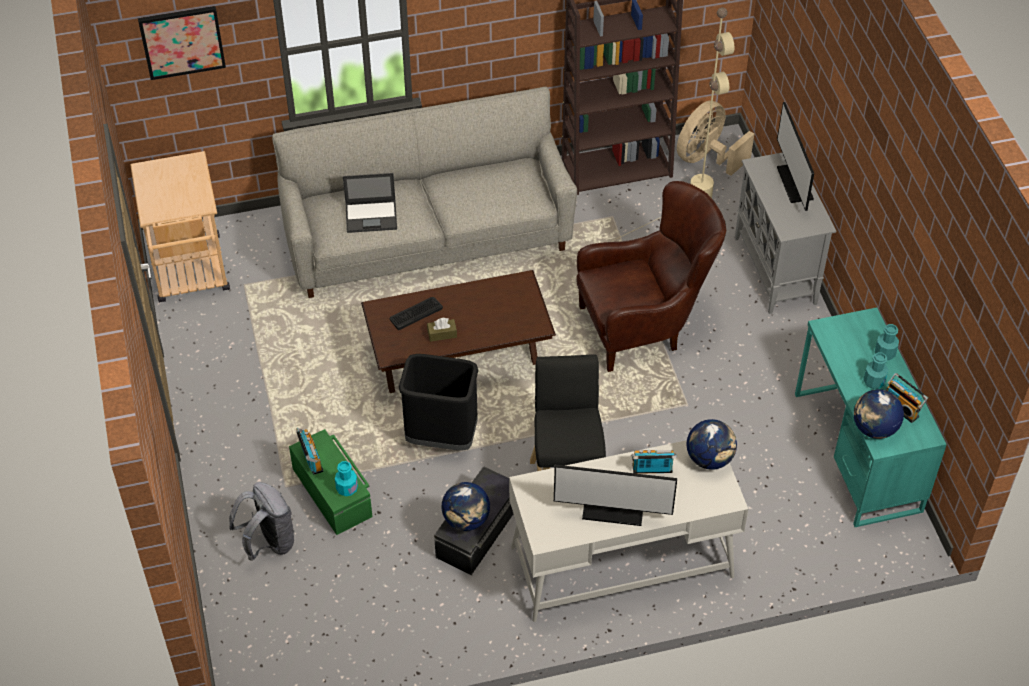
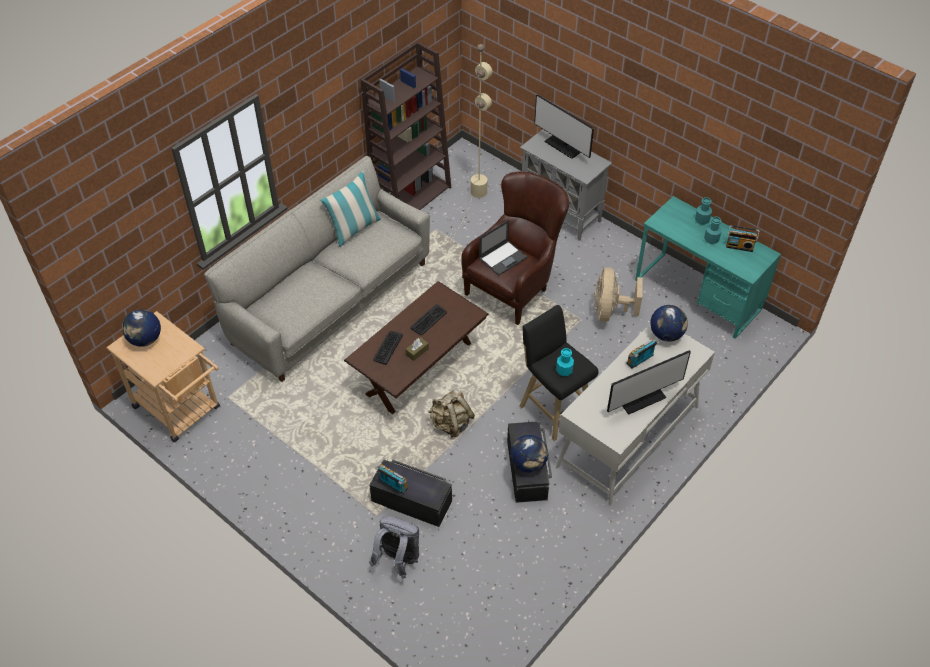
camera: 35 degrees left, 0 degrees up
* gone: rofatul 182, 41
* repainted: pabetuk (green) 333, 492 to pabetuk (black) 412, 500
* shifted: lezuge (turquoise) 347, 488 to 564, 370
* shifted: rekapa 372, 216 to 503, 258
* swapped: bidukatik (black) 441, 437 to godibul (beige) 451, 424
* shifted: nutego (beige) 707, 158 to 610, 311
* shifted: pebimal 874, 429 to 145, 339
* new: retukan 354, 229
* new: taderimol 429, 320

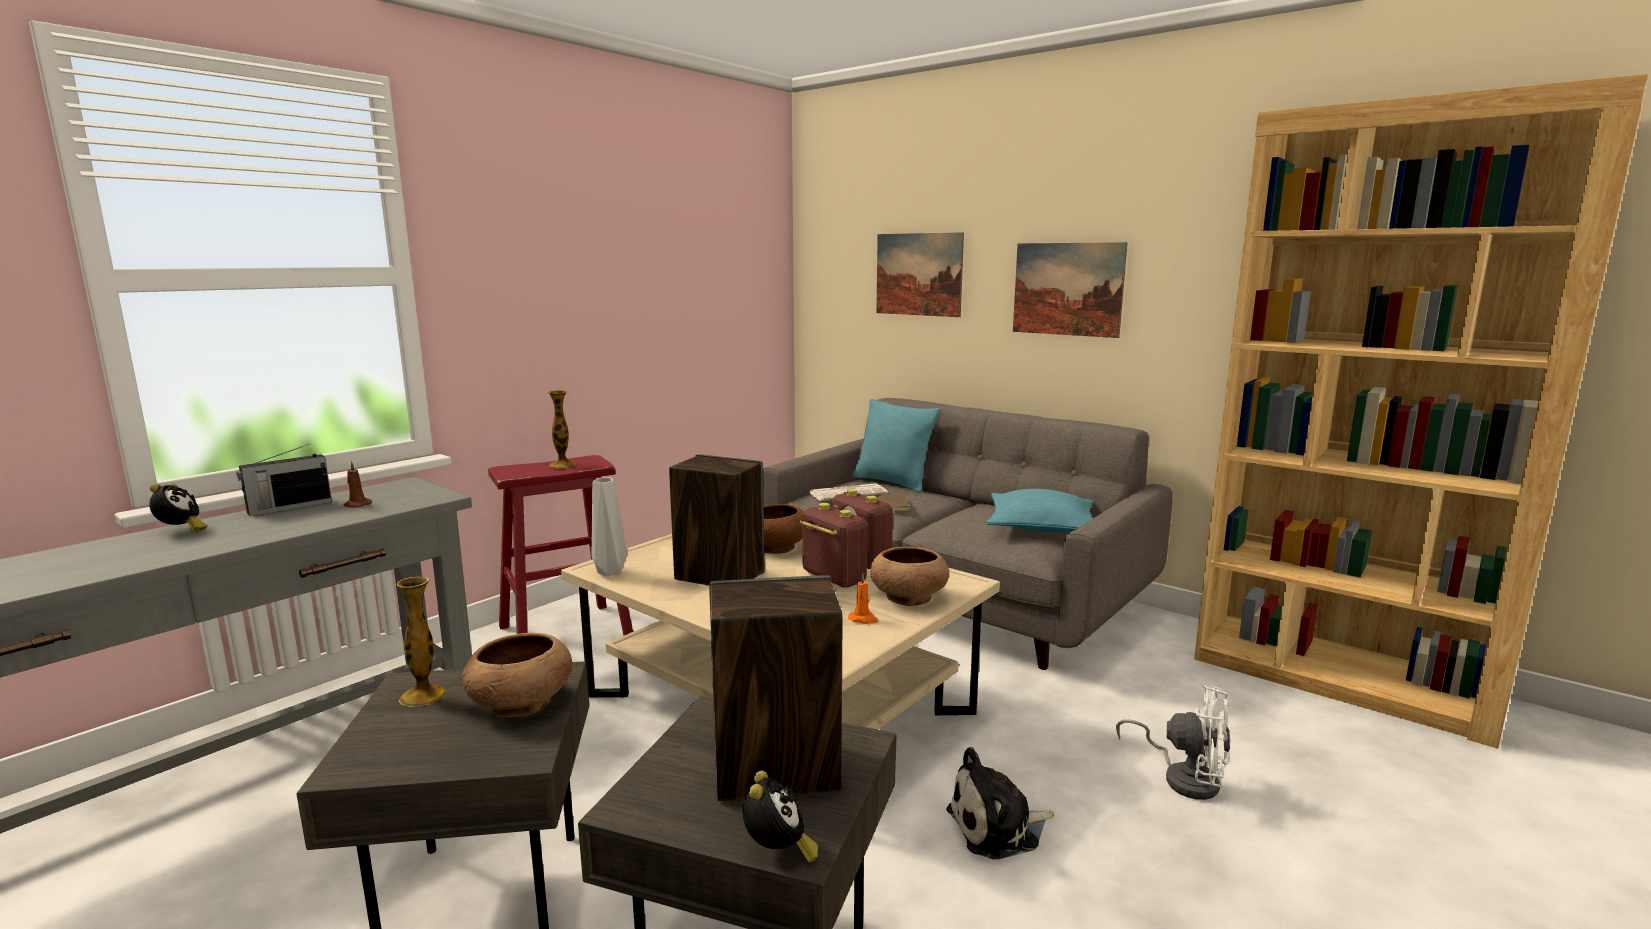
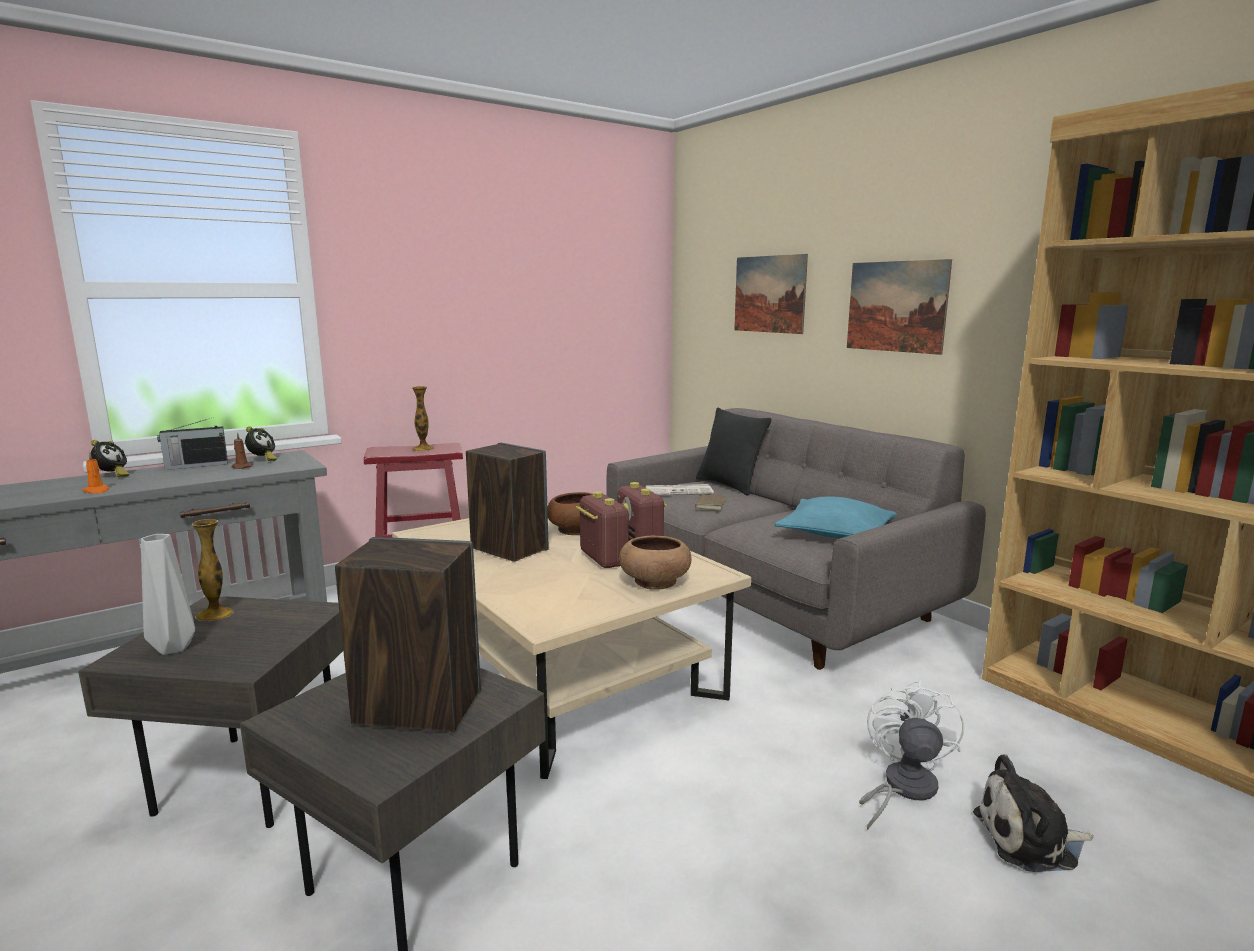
camera: 15 degrees right, 0 degrees up
* gone: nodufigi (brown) 520, 703
* shifted: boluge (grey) 608, 572 to 171, 649
* shifted: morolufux 778, 852 to 262, 460
* shifted: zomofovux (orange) 863, 619 to 97, 491
* repainted: retukan (turquoise) 893, 482 to retukan (black) 729, 485
* shifted: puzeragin 998, 828 to 1030, 840
* rotated: nutego (white) 1184, 777 = 902, 789 120 degrees counterclockwise

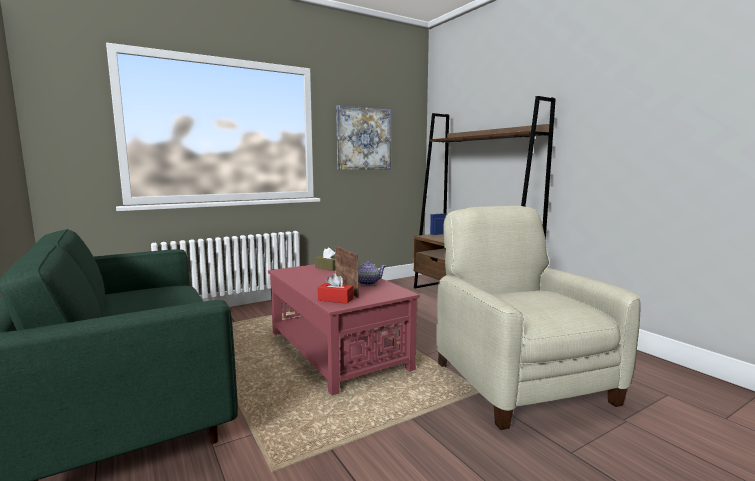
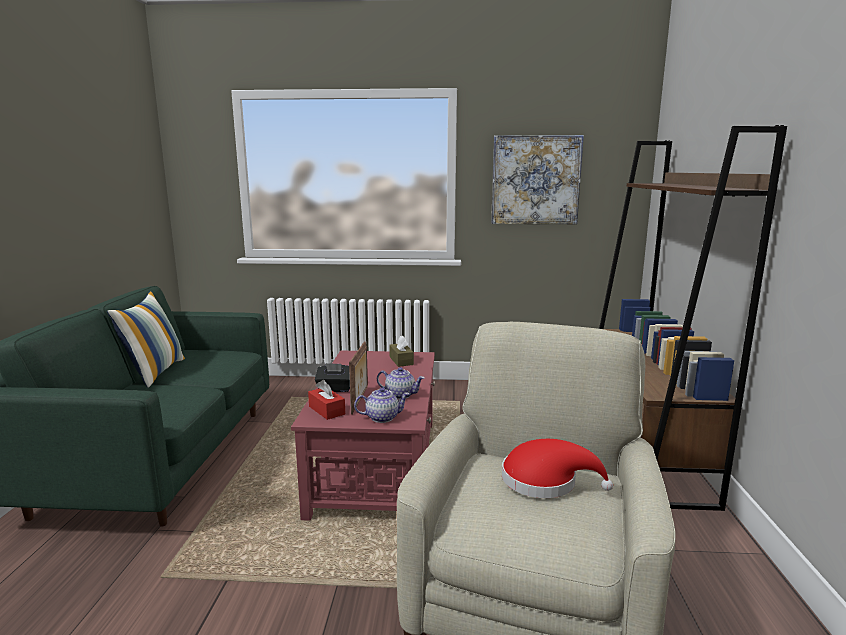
camera: 35 degrees right, 5 degrees up
* new: retukan 154, 372
* new: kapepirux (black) 335, 389
* new: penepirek 382, 417
* new: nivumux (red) 545, 481

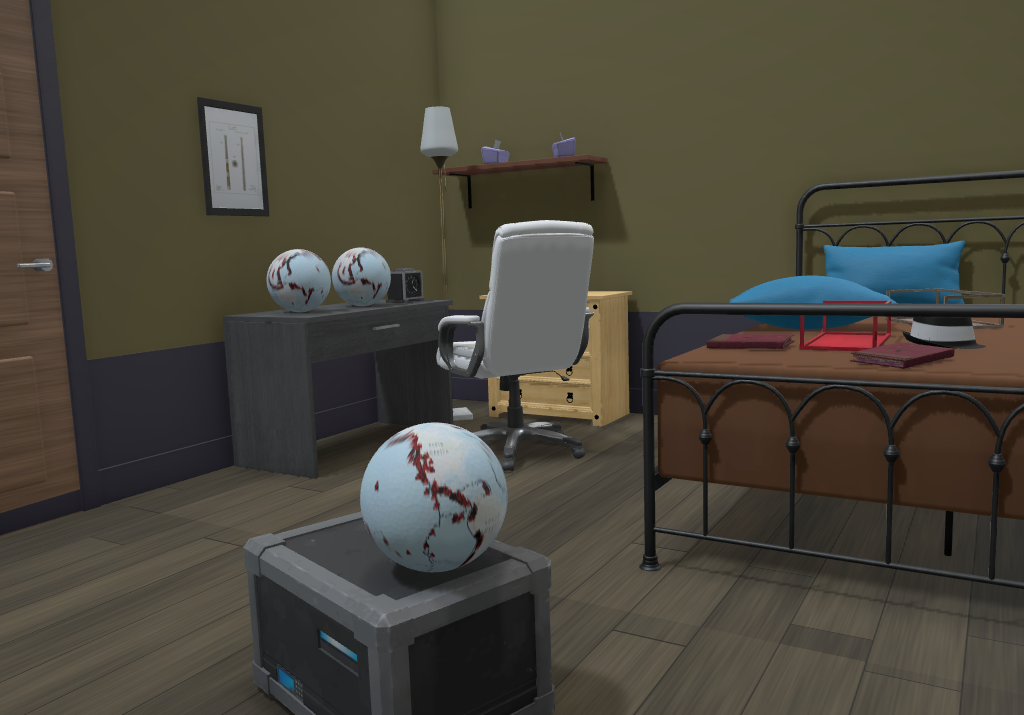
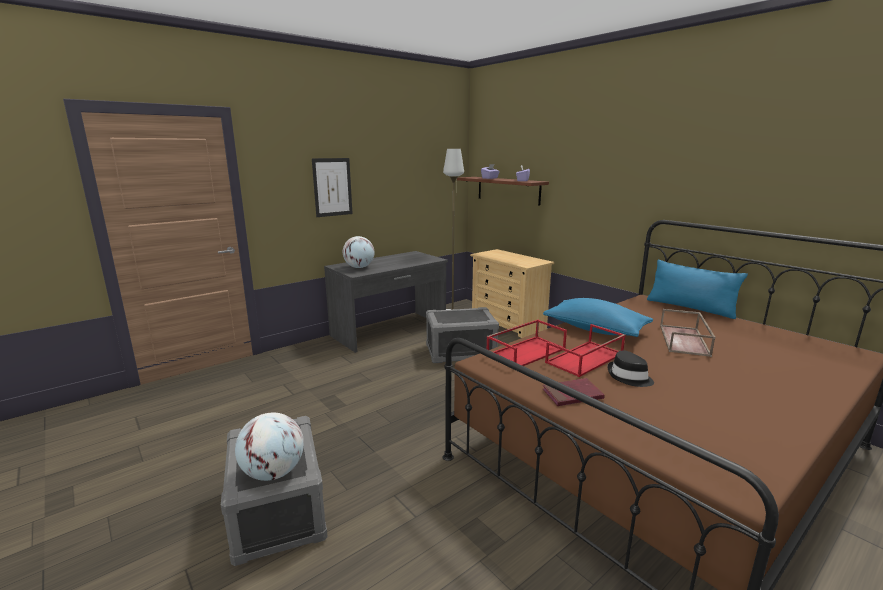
camera: 20 degrees right, 10 degrees up
* gone: pebimal 363, 306
* gone: morolufux 405, 301
* swapped: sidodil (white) 517, 453 to pabetuk (grey) 460, 352
* swapped: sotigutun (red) 750, 346 to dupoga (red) 526, 352

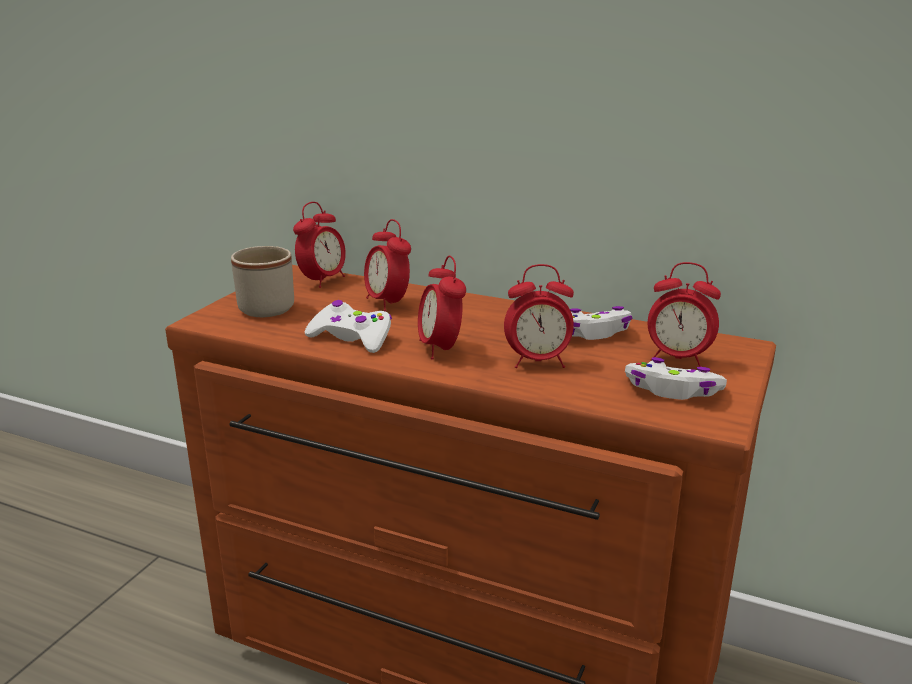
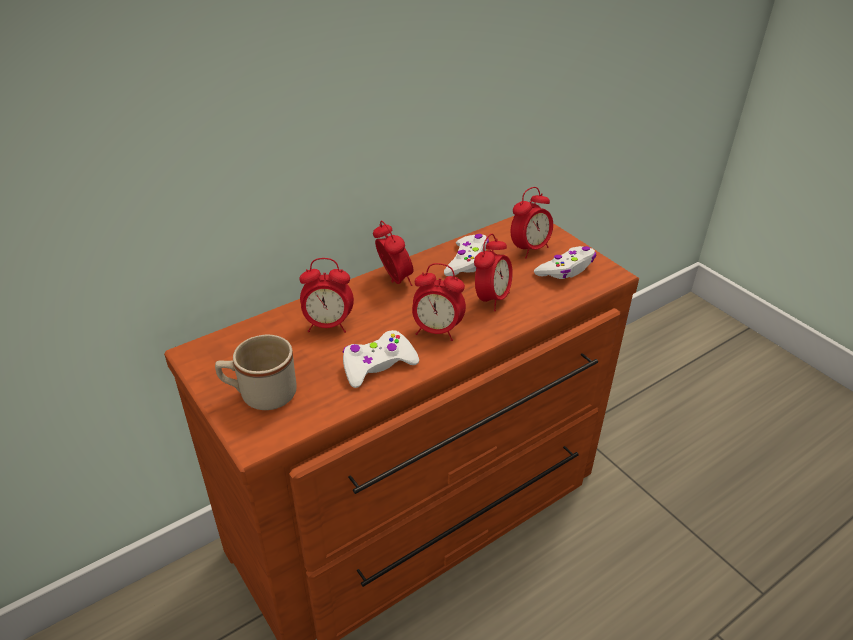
camera: 60 degrees left, 15 degrees up
* shifted: morolufux 322, 281 to 394, 280

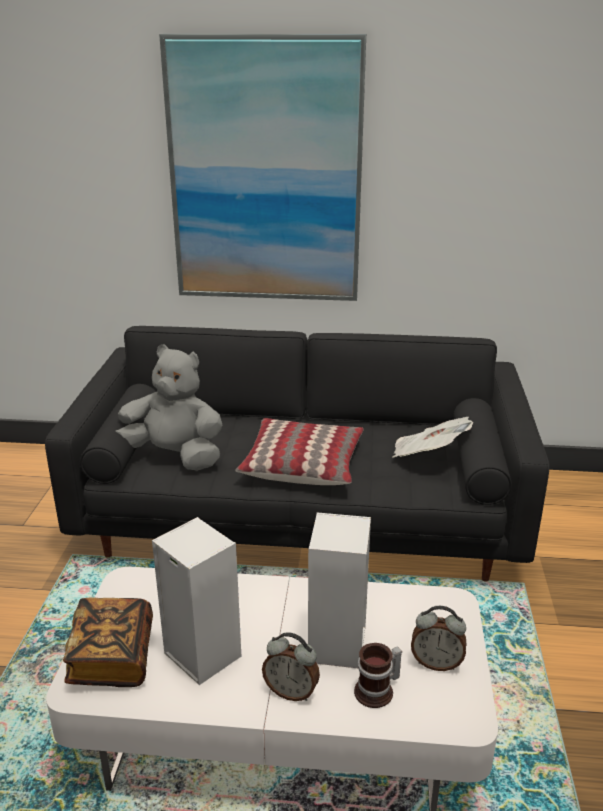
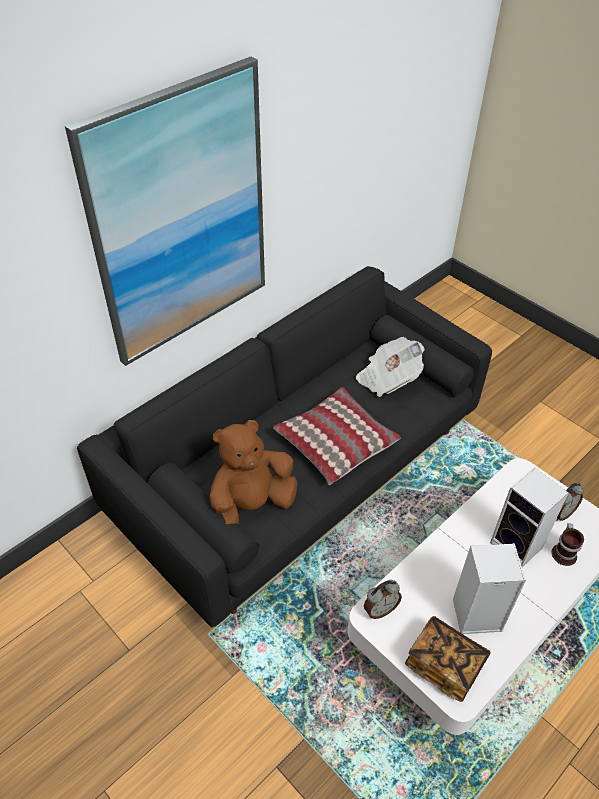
camera: 50 degrees left, 20 degrees up
* repainted: puzeragin (grey) 173, 456 to puzeragin (brown) 250, 505
* shifted: morolufux 291, 691 to 380, 609

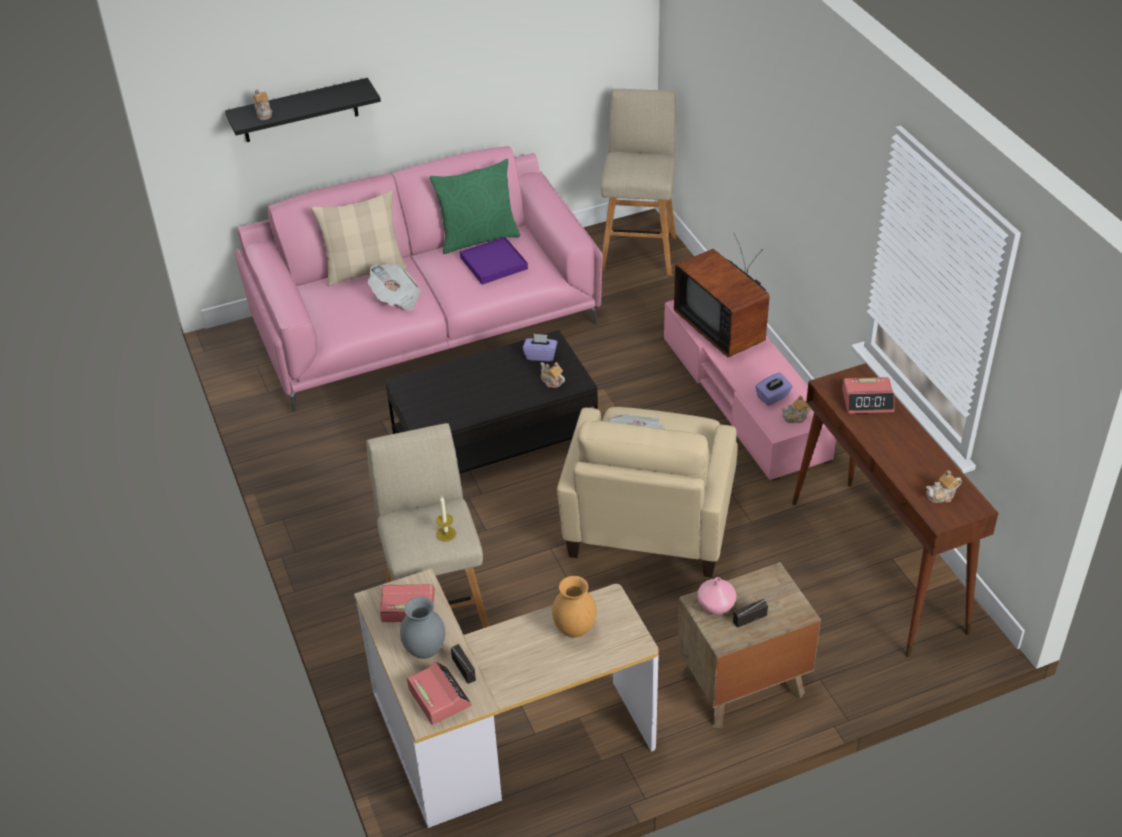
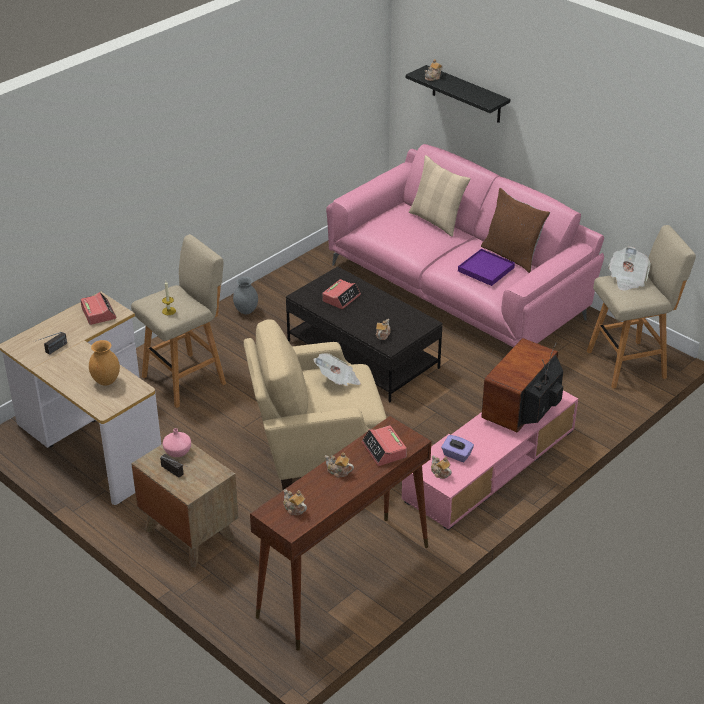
camera: 65 degrees right, 5 degrees down
* shifted: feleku 396, 298 to 627, 279
* shifted: boluge (grey) 424, 651 to 246, 311
* shifted: morolufux 439, 697 to 341, 298
* repainted: retukan (green) 478, 238 to retukan (brown) 512, 255
* gone: kapepirux (purple) 540, 355
* new: penepirek 338, 471

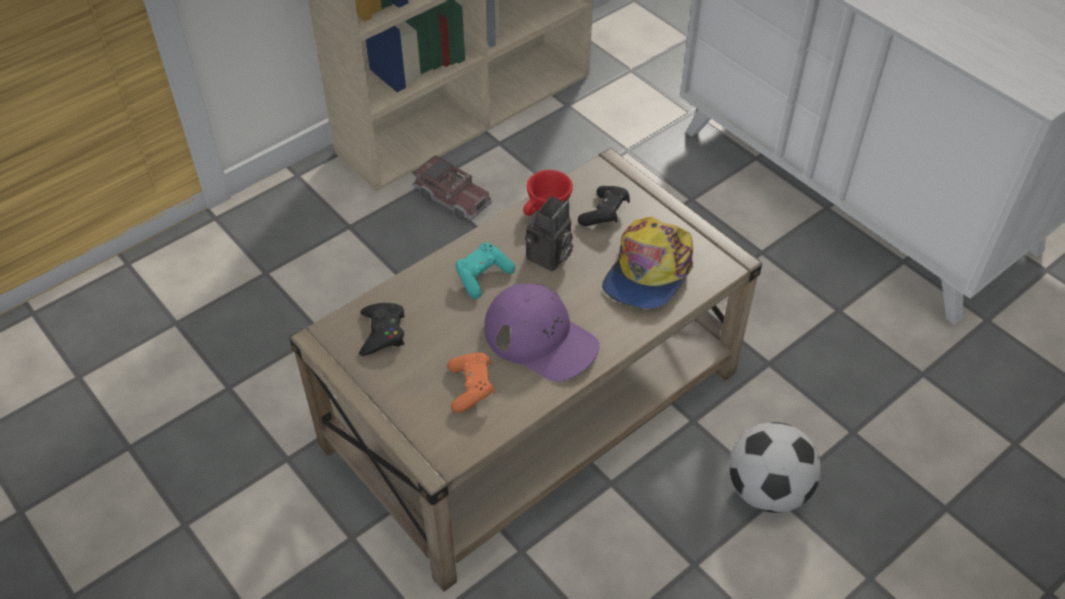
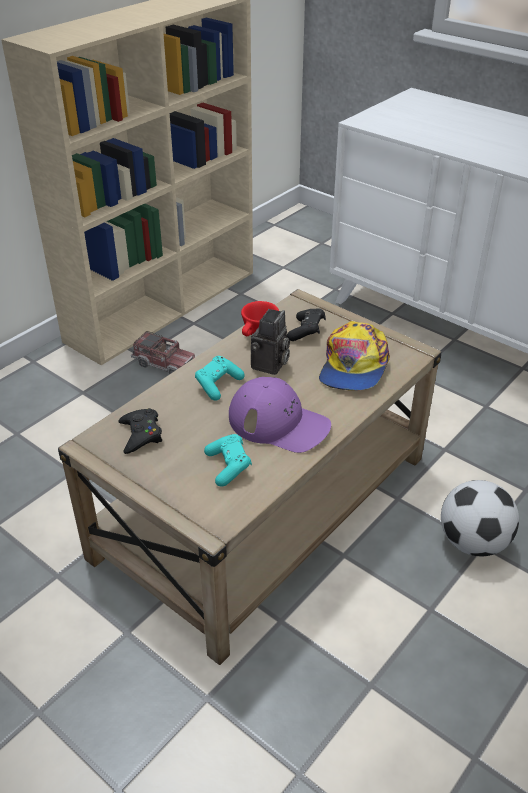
camera: 10 degrees left, 10 degrees down
* repainted: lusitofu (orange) 471, 388 to lusitofu (turquoise) 228, 466

